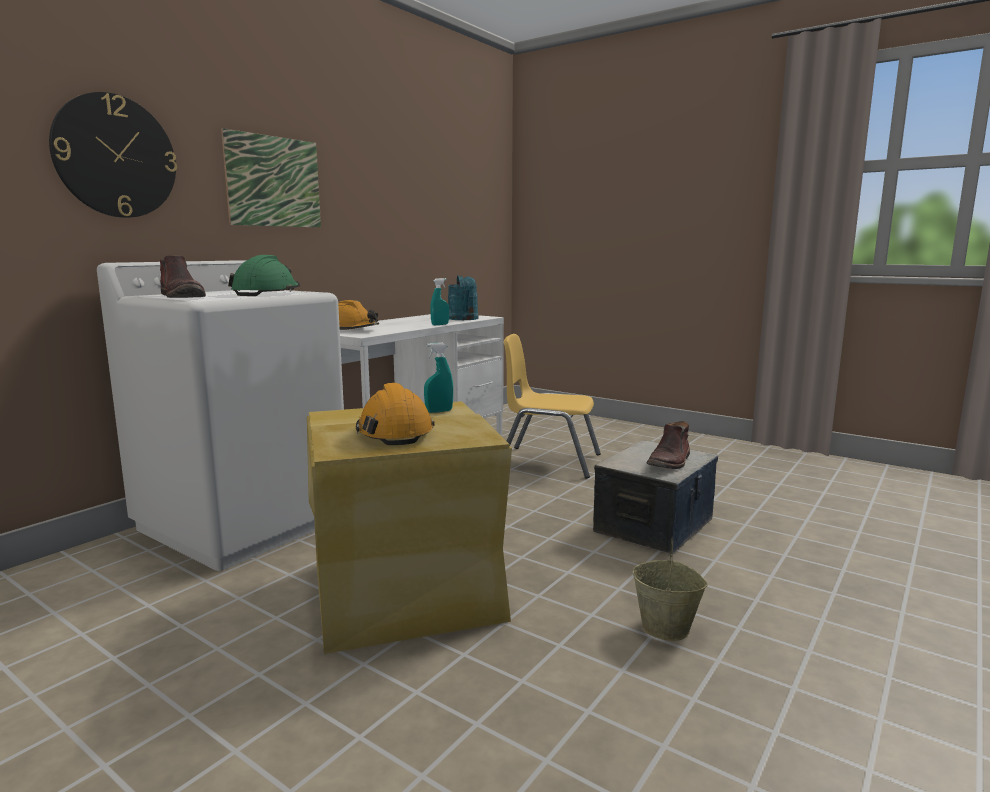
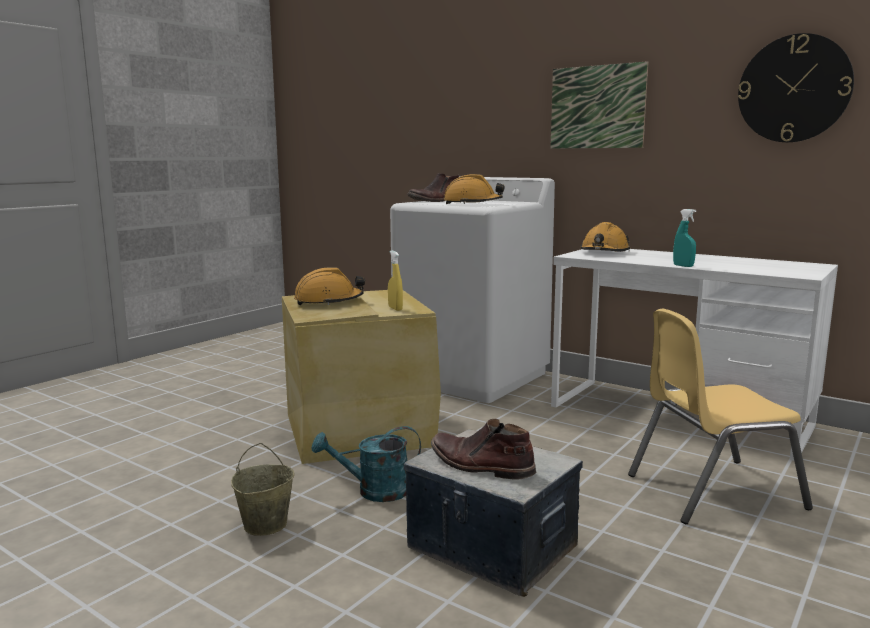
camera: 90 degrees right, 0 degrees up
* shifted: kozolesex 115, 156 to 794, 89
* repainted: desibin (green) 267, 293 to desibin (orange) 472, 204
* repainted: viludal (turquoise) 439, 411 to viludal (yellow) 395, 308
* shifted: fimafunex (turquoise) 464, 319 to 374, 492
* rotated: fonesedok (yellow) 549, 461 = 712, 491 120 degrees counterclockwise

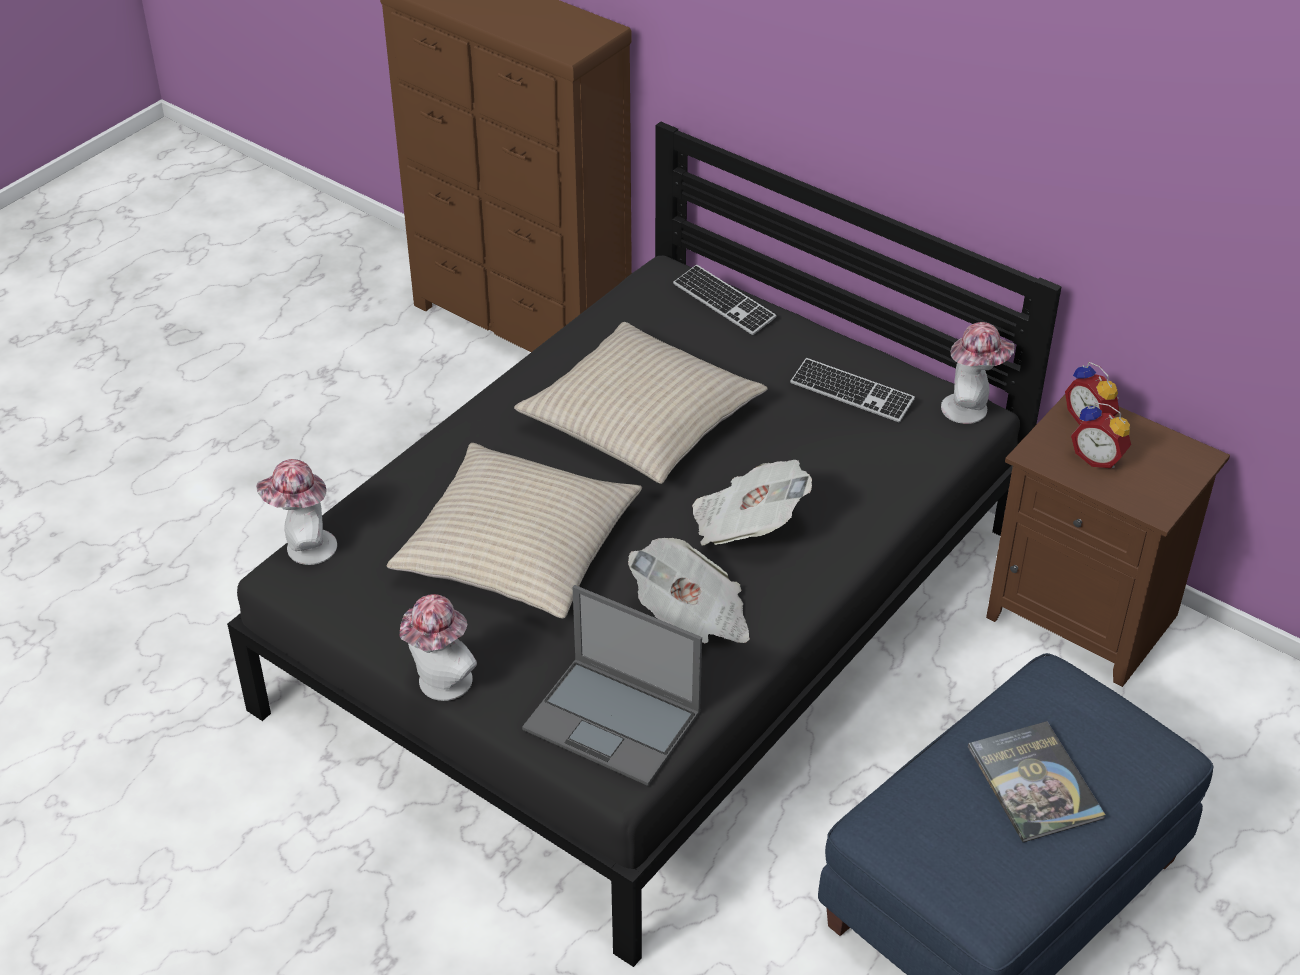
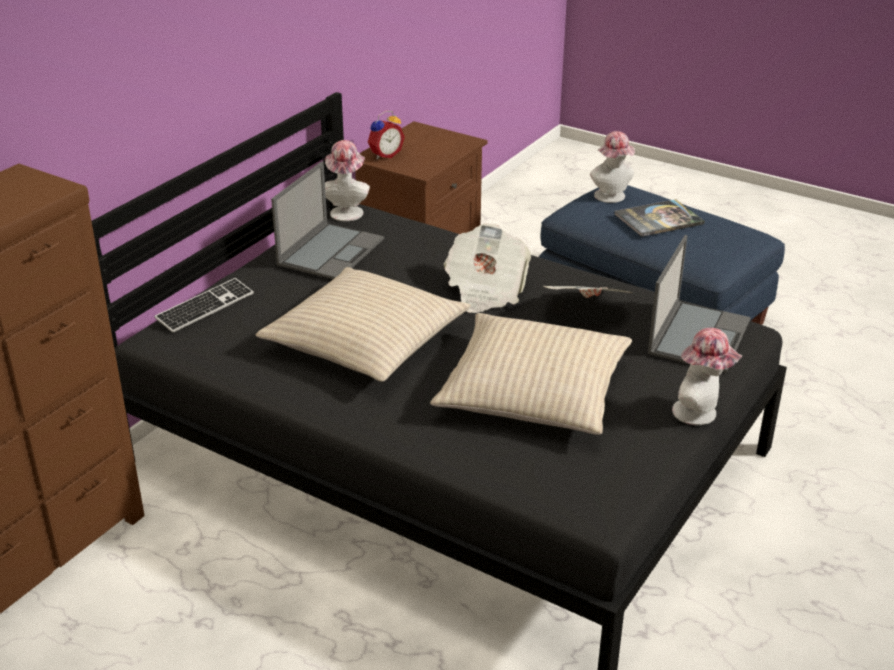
camera: 95 degrees left, 10 degrees down
* shifted: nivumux 304, 548 to 611, 197
* swapped: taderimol 851, 393 to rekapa 331, 251
* gone: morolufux 1098, 458

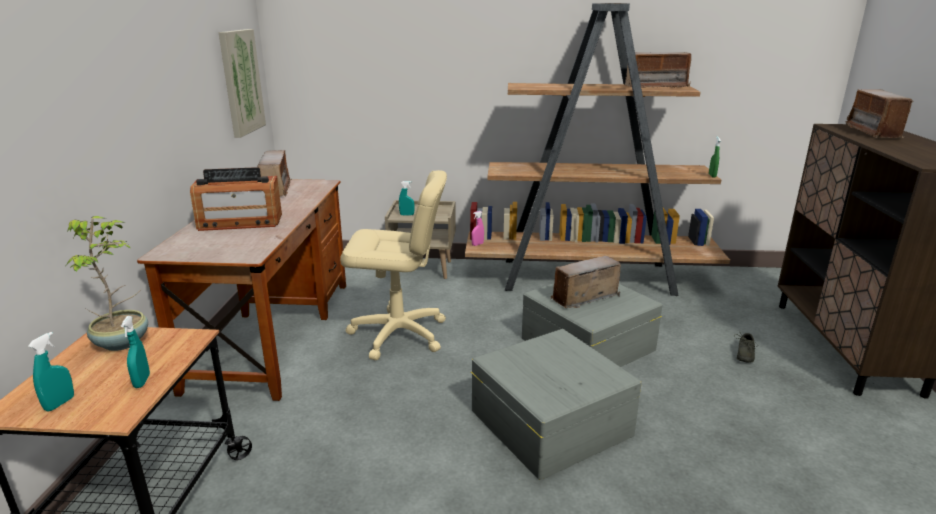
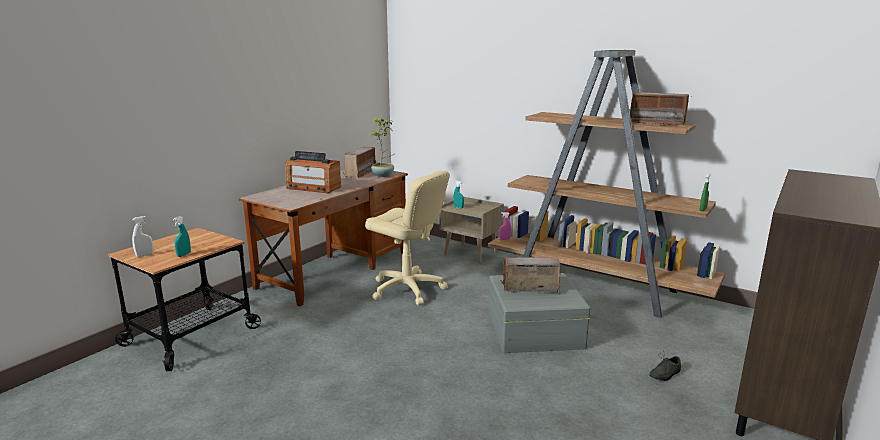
camera: 30 degrees right, 5 degrees down
* repainted: viludal (turquoise) 60, 403 to viludal (white) 144, 255
* shifted: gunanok 123, 342 to 383, 175
* gone: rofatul 241, 82
* gone: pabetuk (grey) 550, 421
* gone: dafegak 873, 132

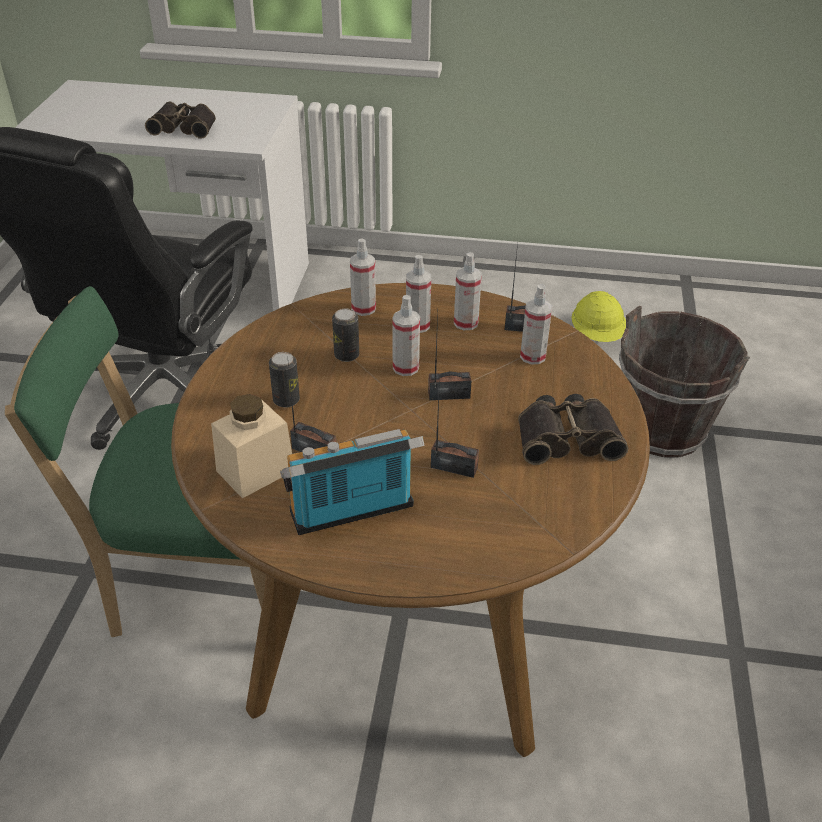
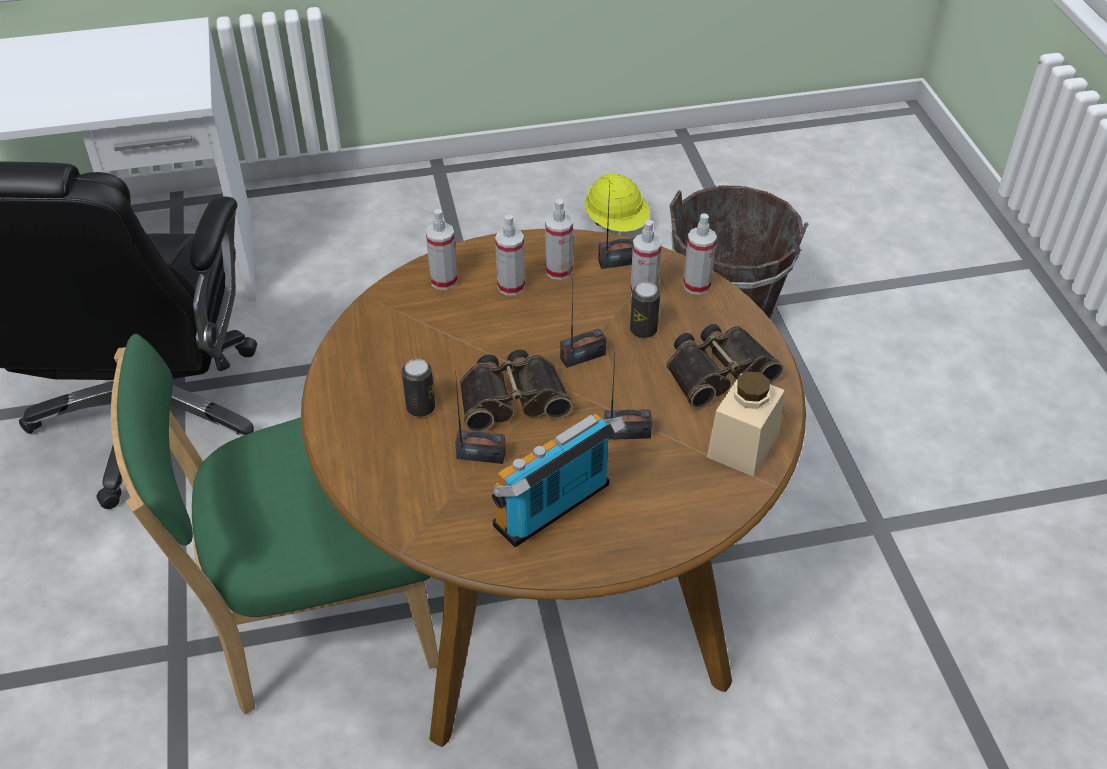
camera: 20 degrees left, 5 degrees up
* shifted: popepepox 185, 127 to 512, 397
* shifted: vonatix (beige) 255, 470 to 743, 445
* shifted: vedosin 346, 355 to 643, 330
* shifted: viludal 405, 368 to 696, 285

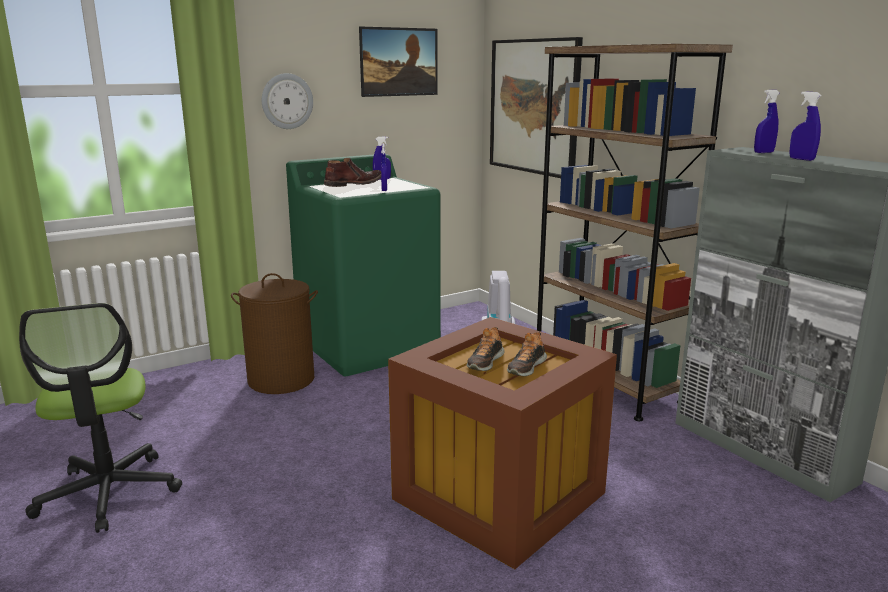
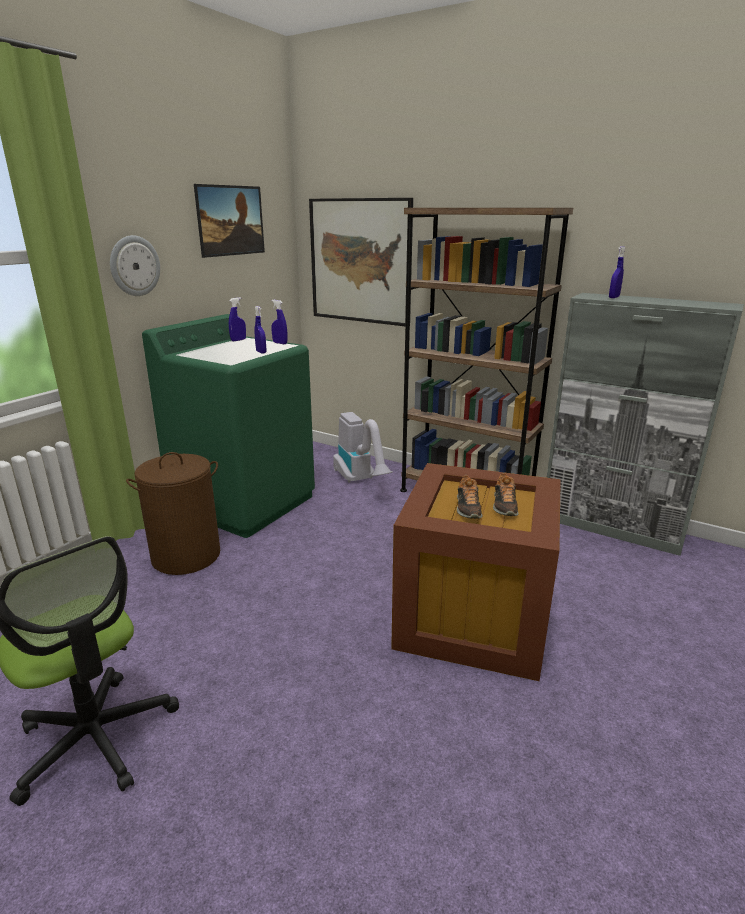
camera: 25 degrees left, 5 degrees up
* gone: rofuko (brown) 353, 184
* shifted: viludal (blue) 801, 159 to 280, 343

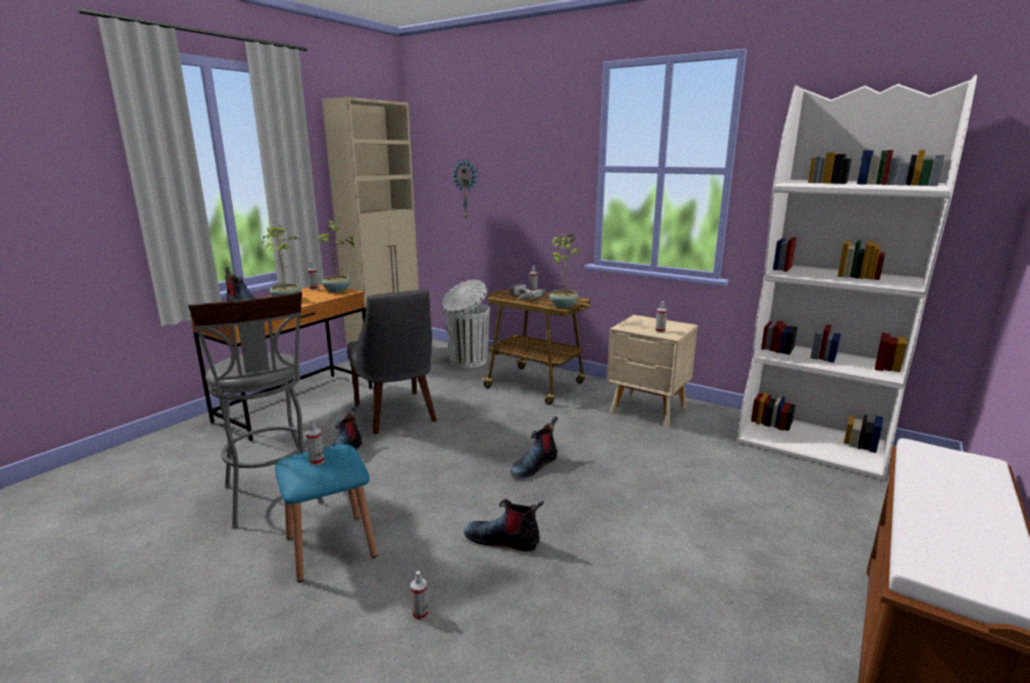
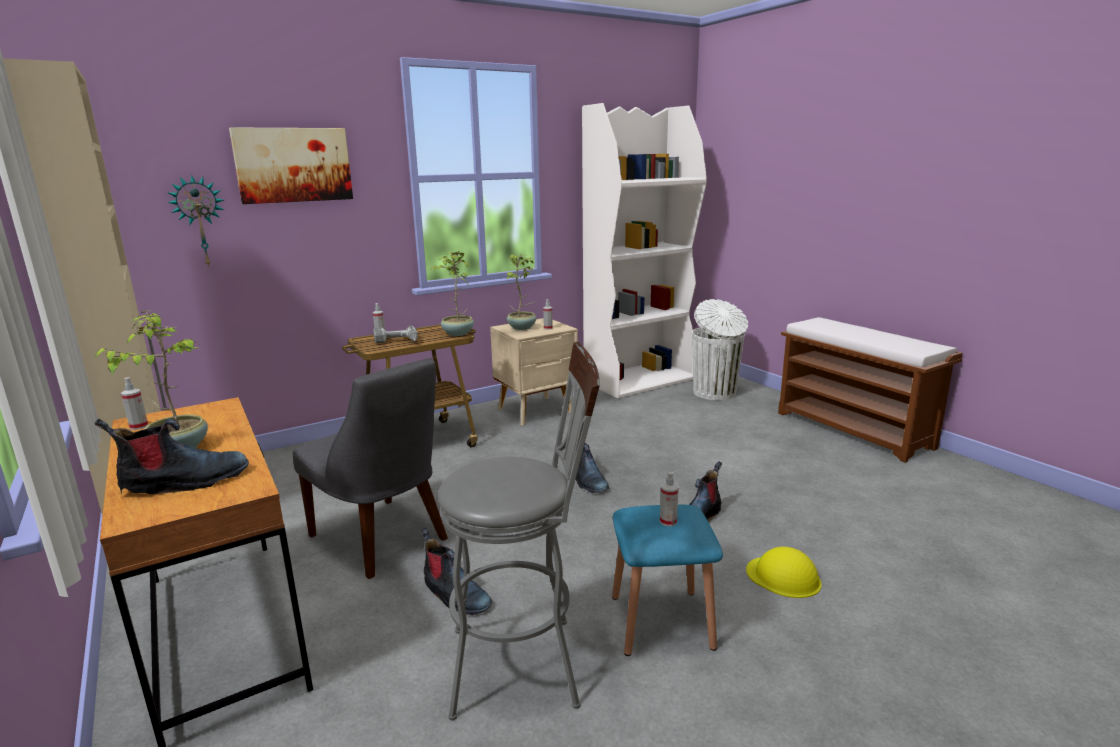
camera: 65 degrees left, 0 degrees up
* shifted: gunanok 337, 290 to 522, 328
* rotated: fonesedok (grey) 396, 414 = 382, 539 45 degrees clockwise
* swapped: viludal 420, 613 to desibin (yellow) 783, 577
* shifted: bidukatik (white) 467, 361 to 715, 393
* new: rofatul 293, 165

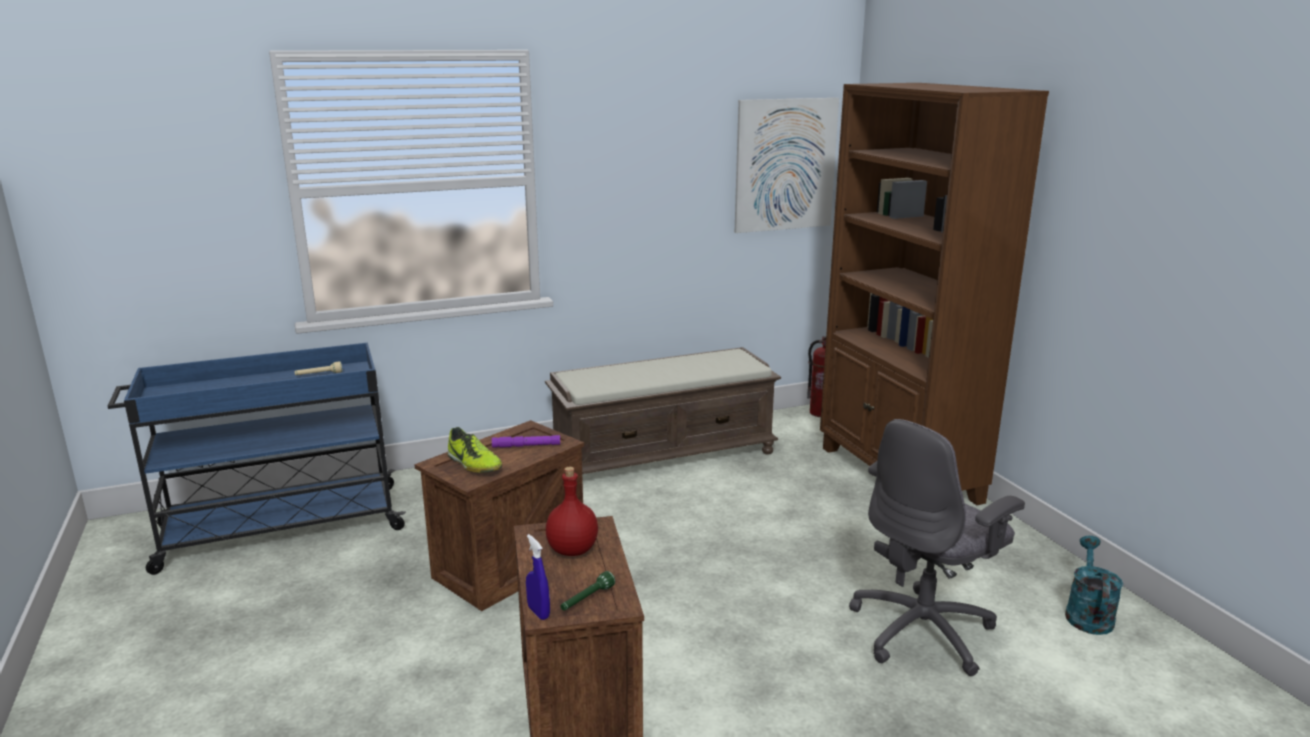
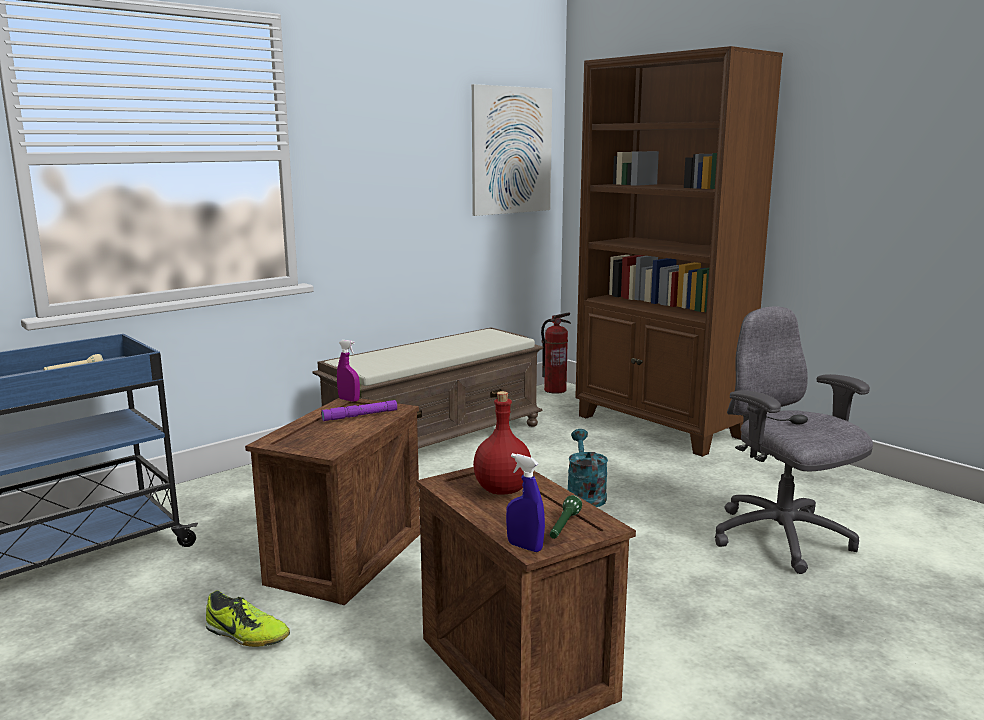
camera: 20 degrees left, 5 degrees down
* shifted: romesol 474, 464 to 246, 635
* rotated: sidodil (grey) 924, 631 = 782, 539 120 degrees clockwise
* shifted: fimafunex (turquoise) 1087, 614 to 584, 495
* new: viludal (purple) 349, 400

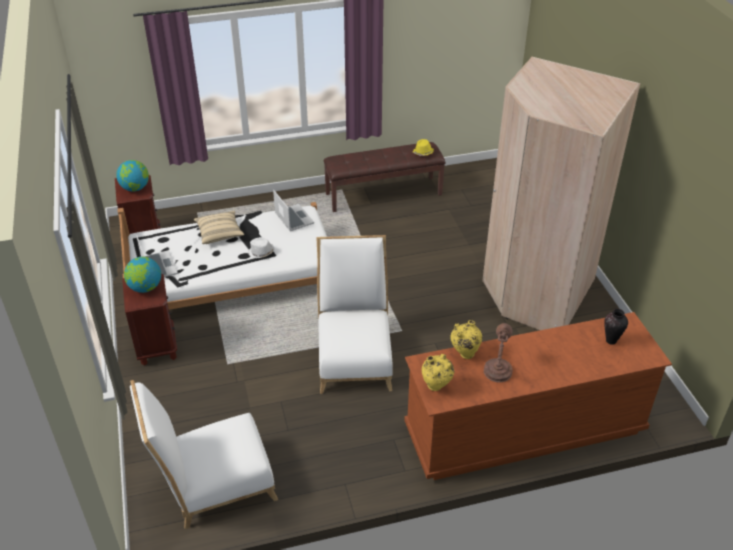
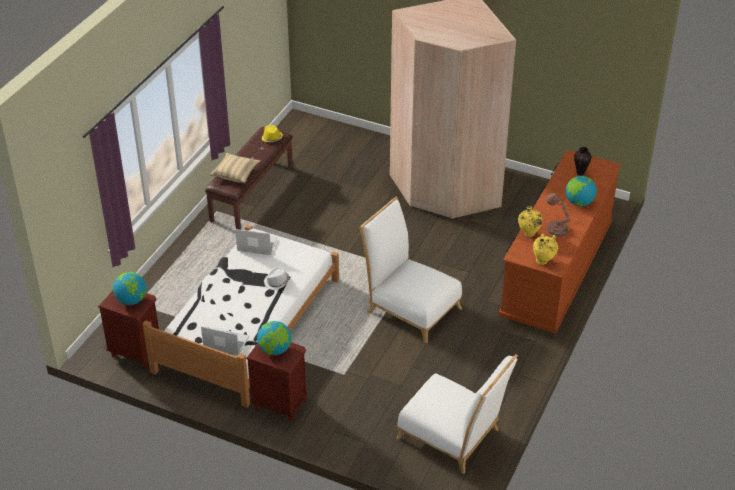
camera: 50 degrees left, 0 degrees up
* rotated: fonesedok (white) 214, 484 = 453, 437 75 degrees counterclockwise
* shifted: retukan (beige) 219, 234 to 236, 174
* new: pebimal 579, 202

